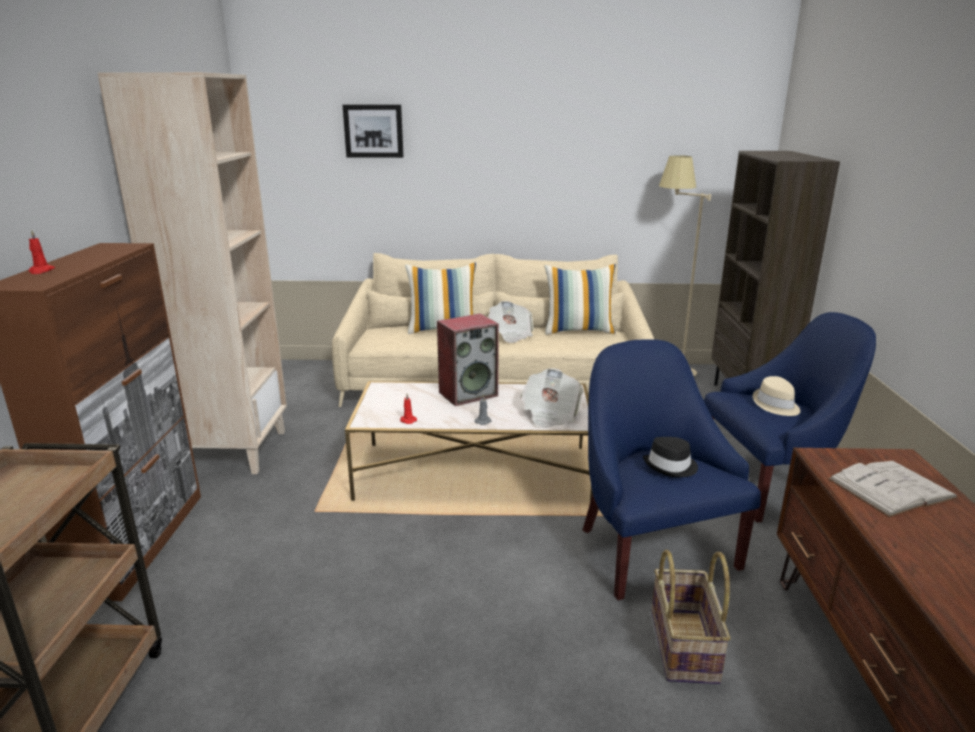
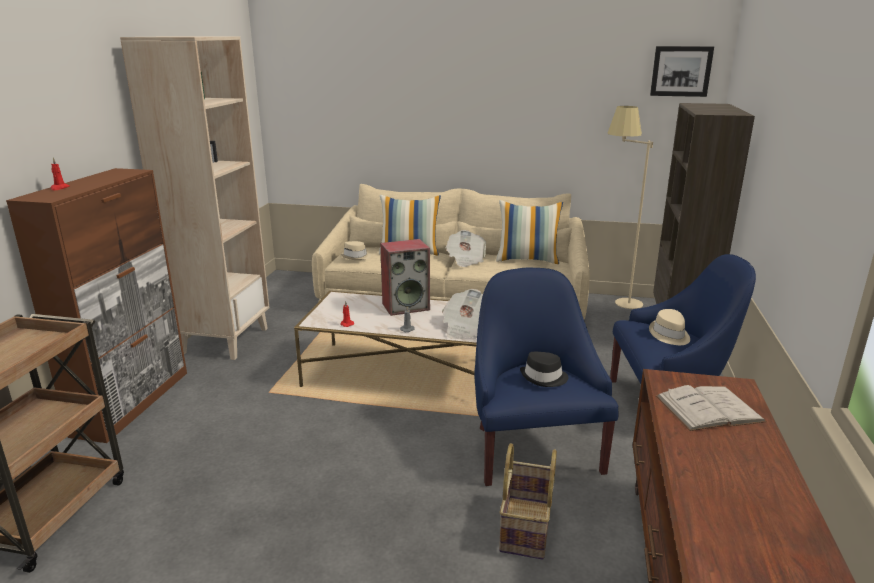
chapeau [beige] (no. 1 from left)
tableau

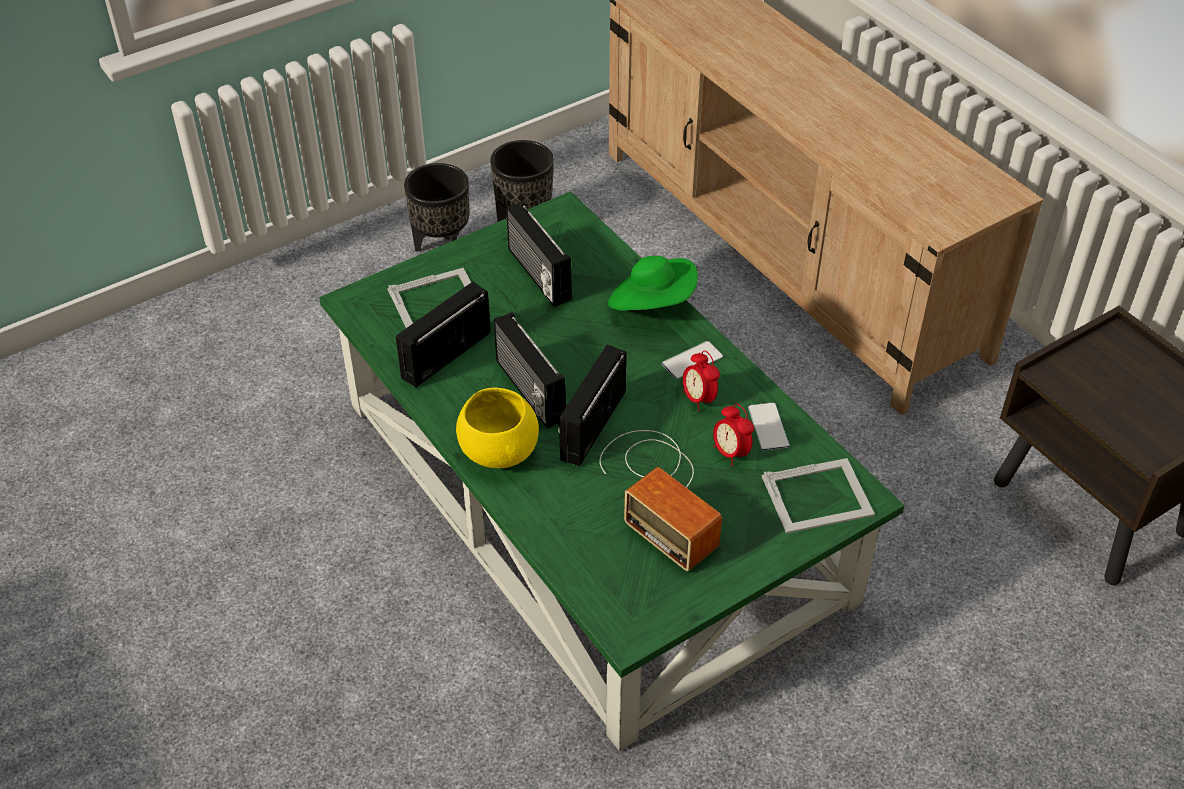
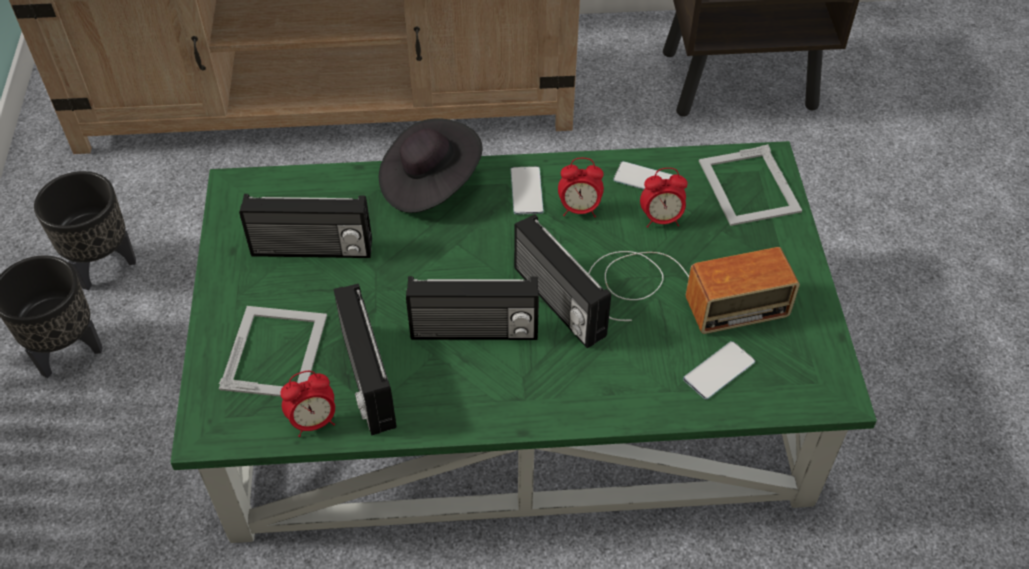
bol [jaune]
réveil (no. 1 from left)
téléphone (no. 3 from left)
chapeau [noir]
cadre photo (no. 2 from left)

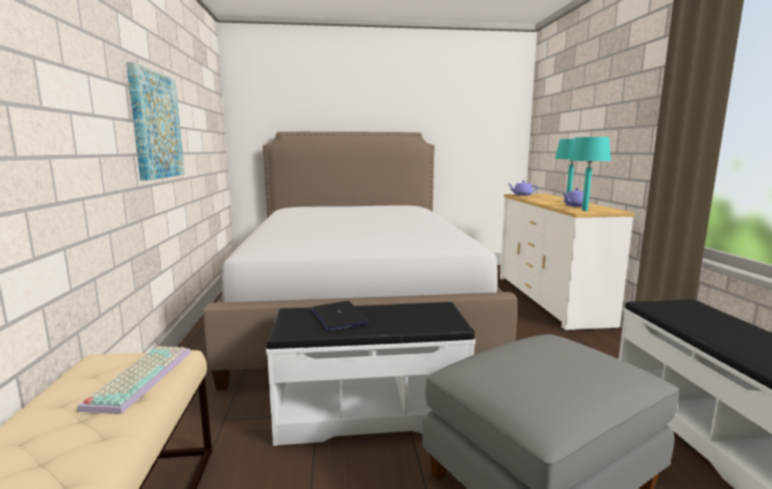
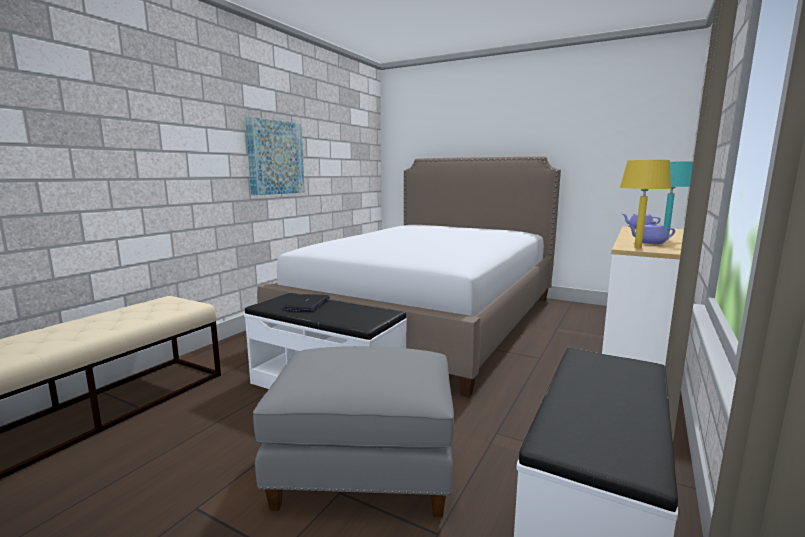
clavier
lampe de table [jaune]

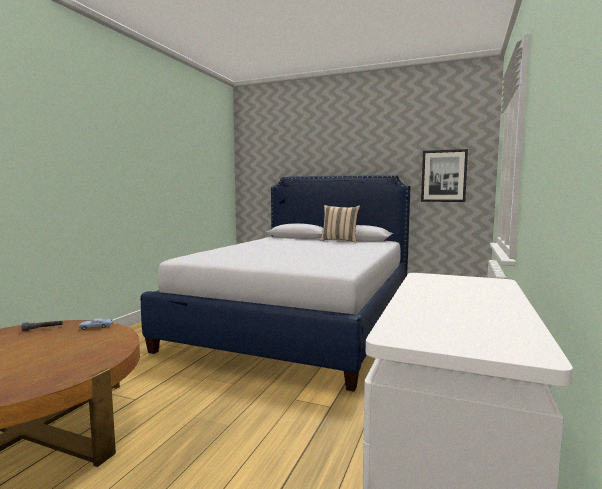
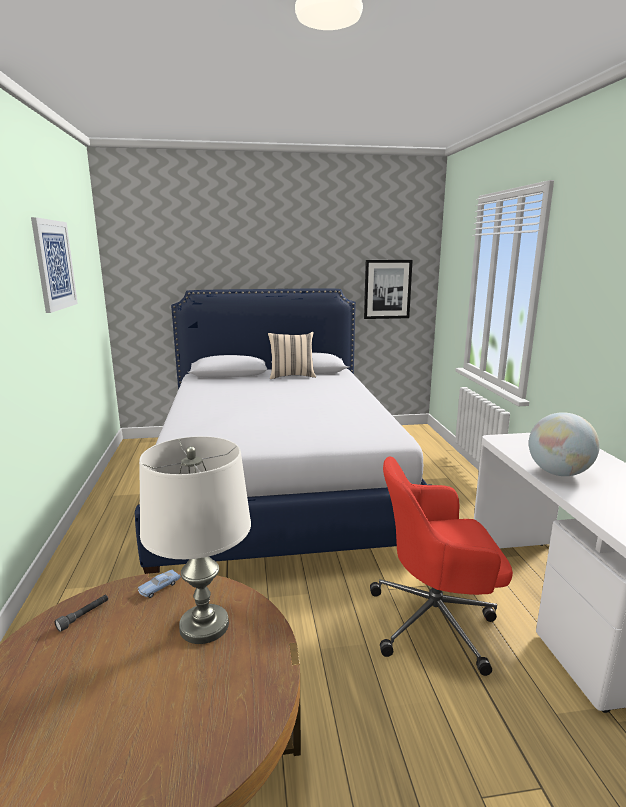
tableau (no. 1 from left)
lampe de table [blanc]
chaise de bureau [rouge]
globe

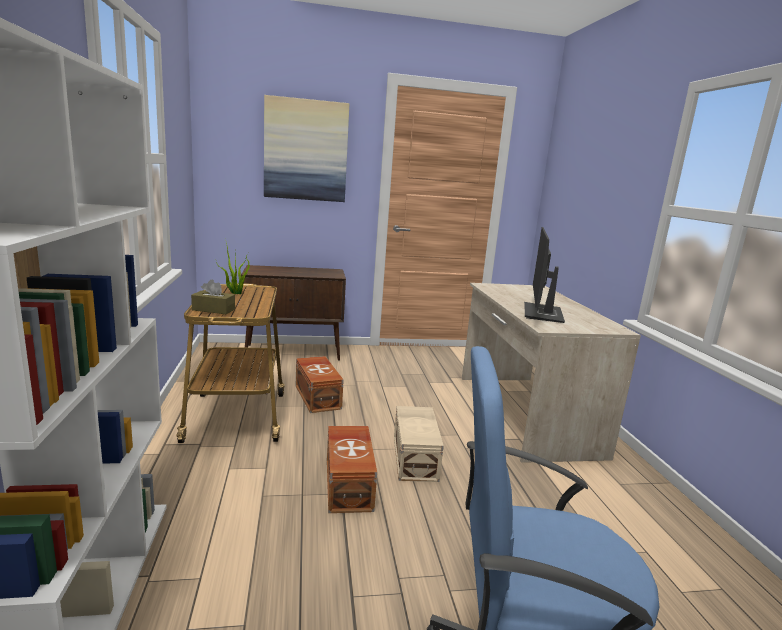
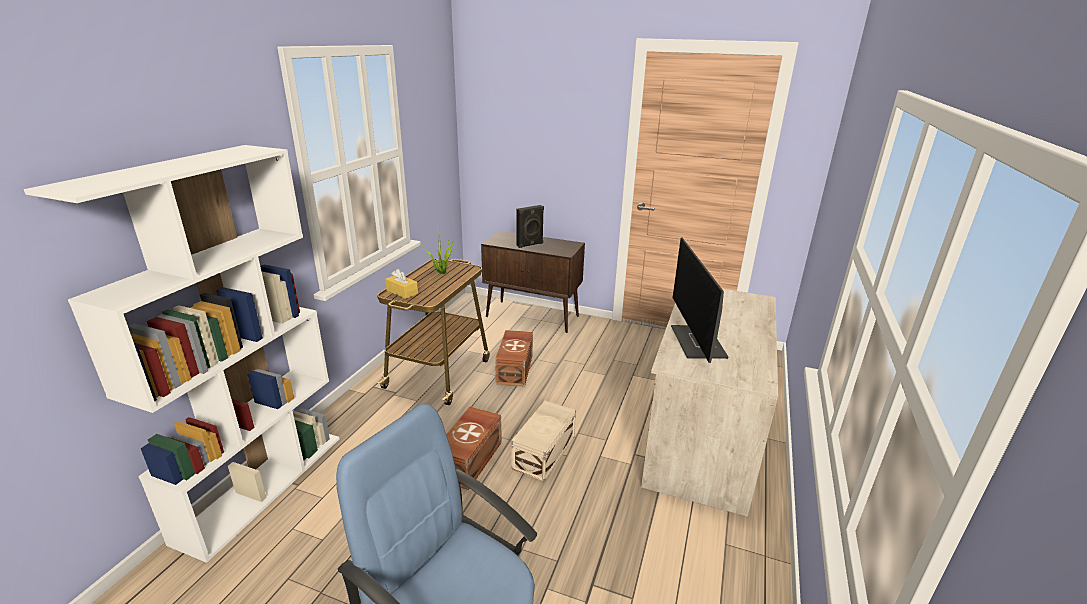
tableau
enceinte [noir]
boîte à mouchoirs [jaune]
écran d'ordinateur

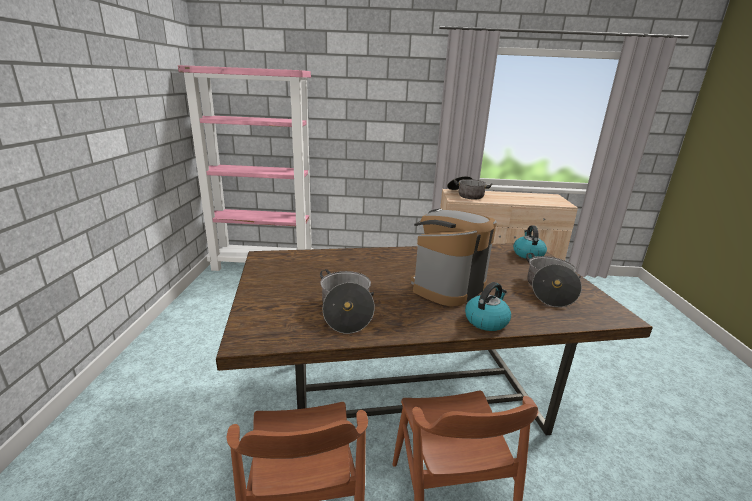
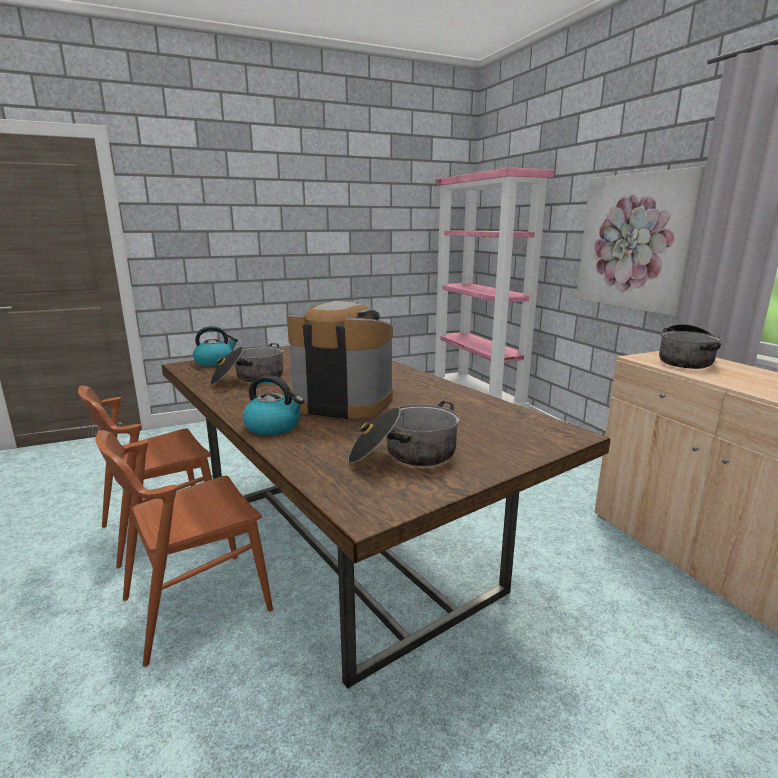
tableau
bouilloire (no. 1 from left)

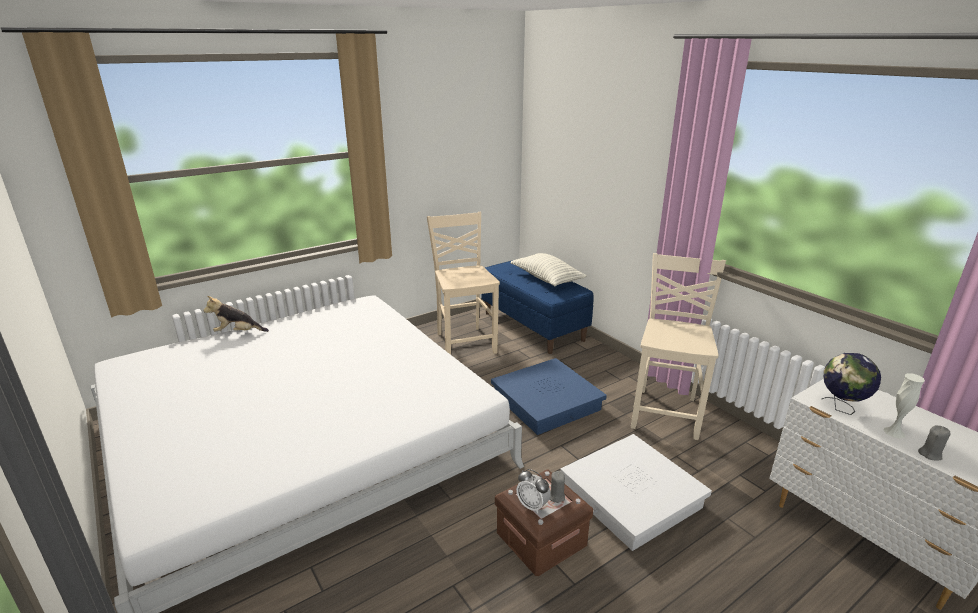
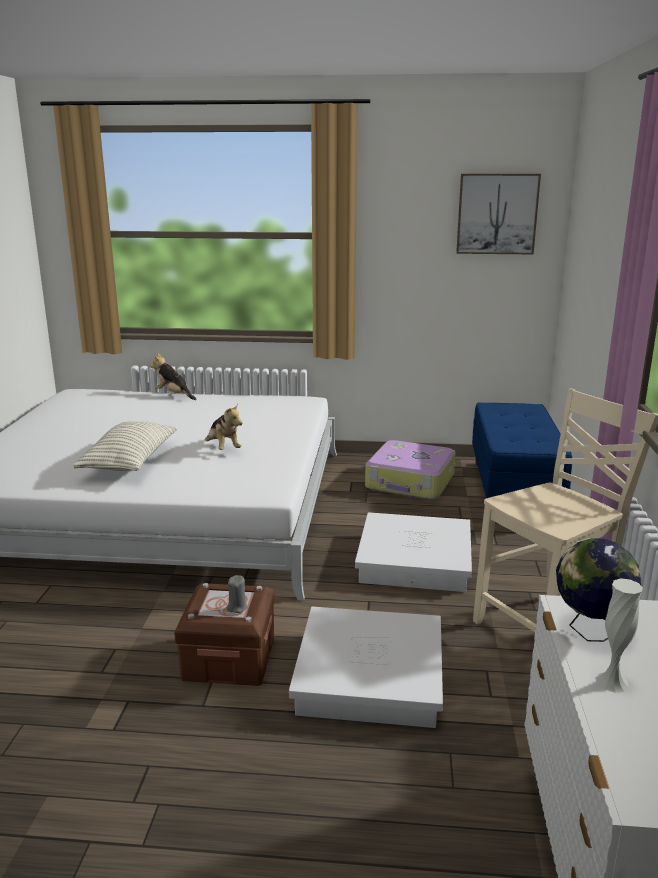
réveil
bougie [gris] (no. 2 from left in the first image)
peluche (no. 2 from left)
tableau
coussin
valise
boîte de rangement [blanc] (no. 2 from left)

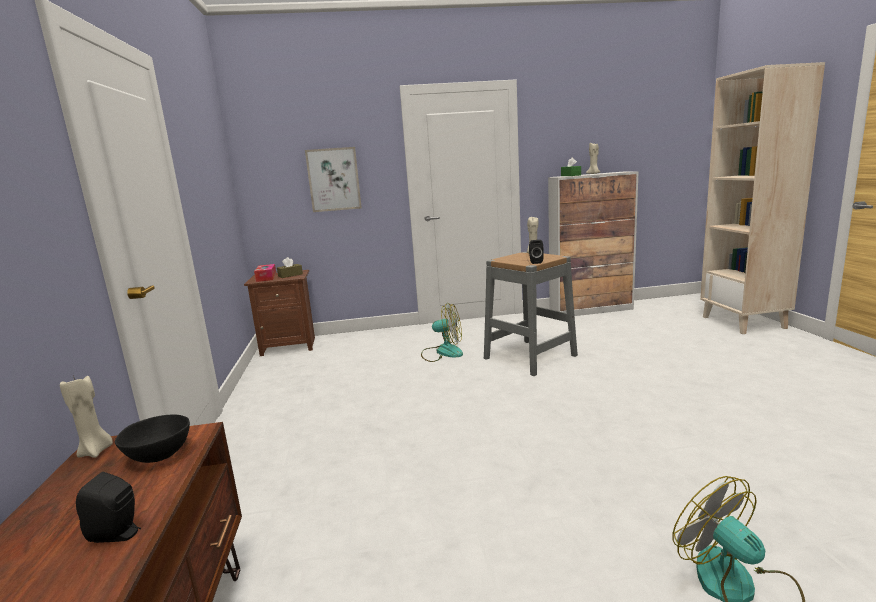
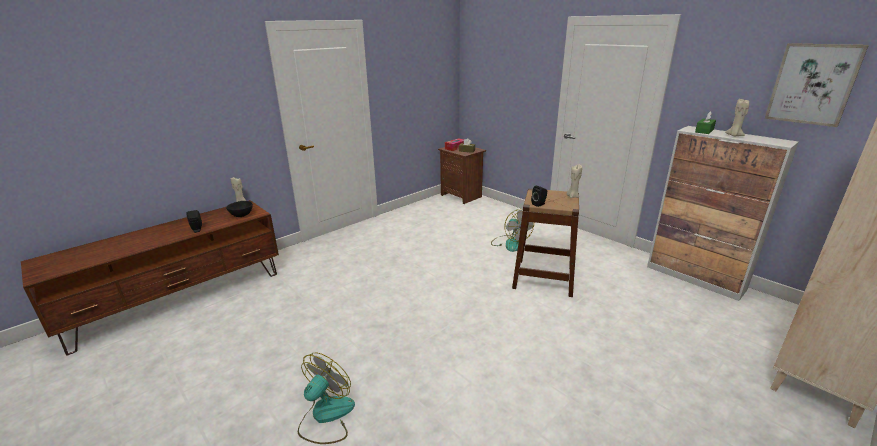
tableau
tabouret [marron]

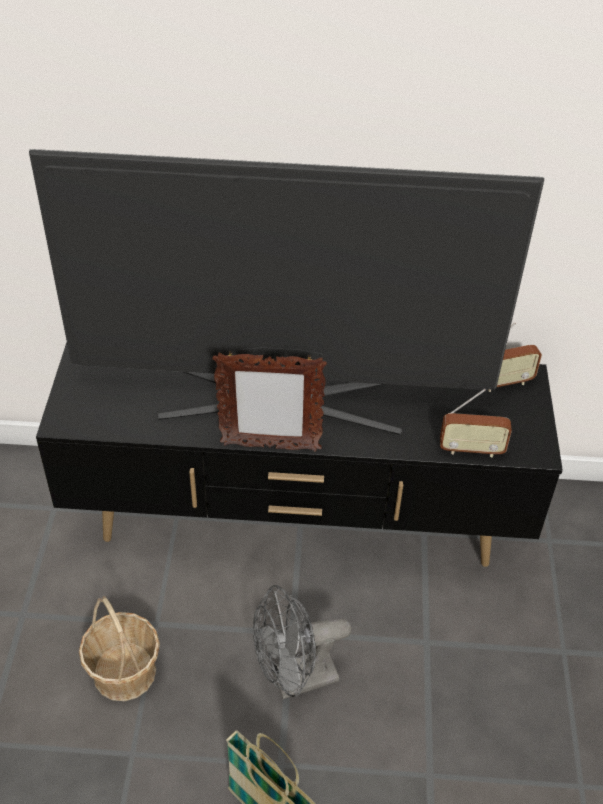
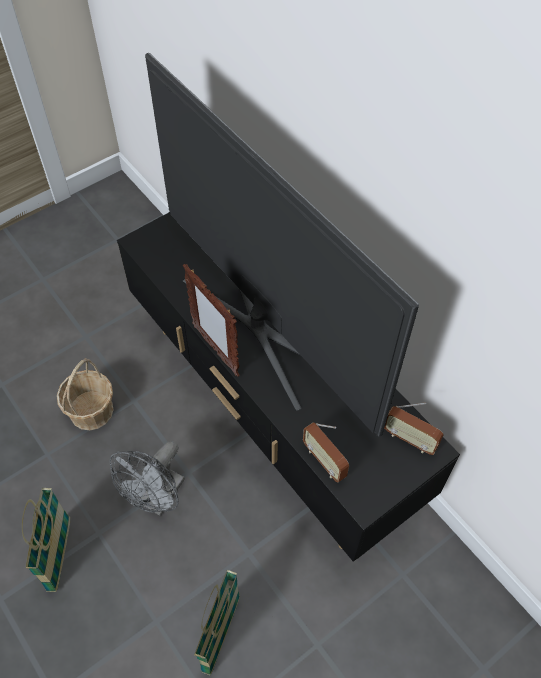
panier (no. 3 from left)
ventilateur [gris]

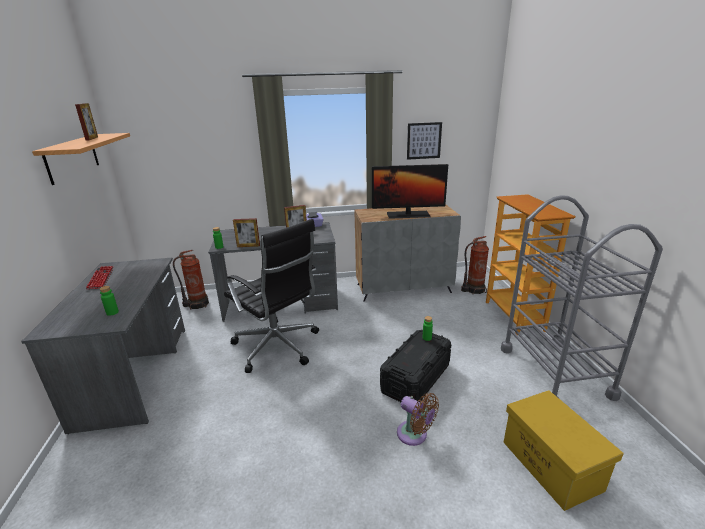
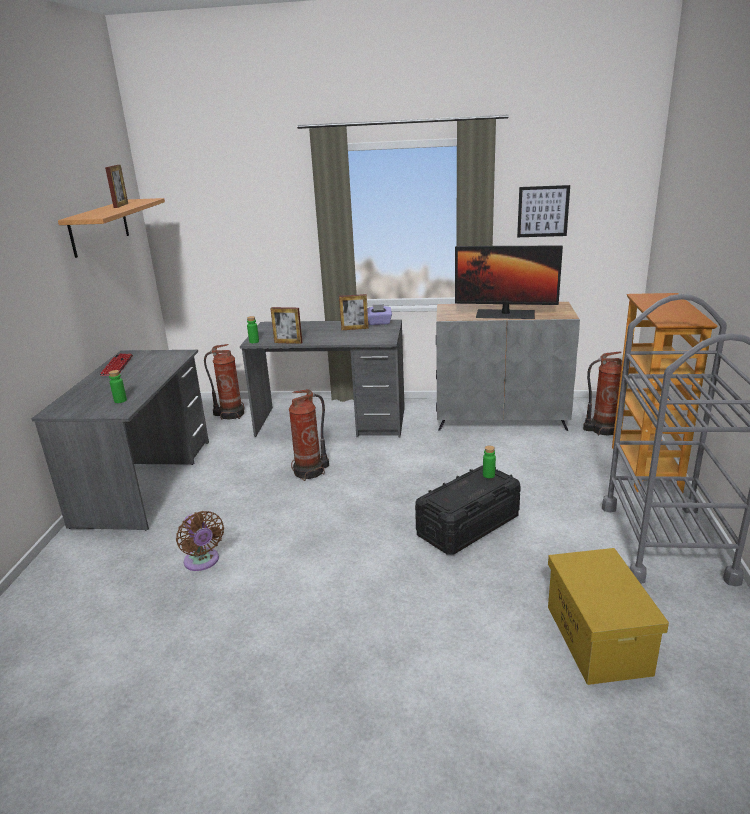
ventilateur [marron]
extincteur (no. 2 from left)

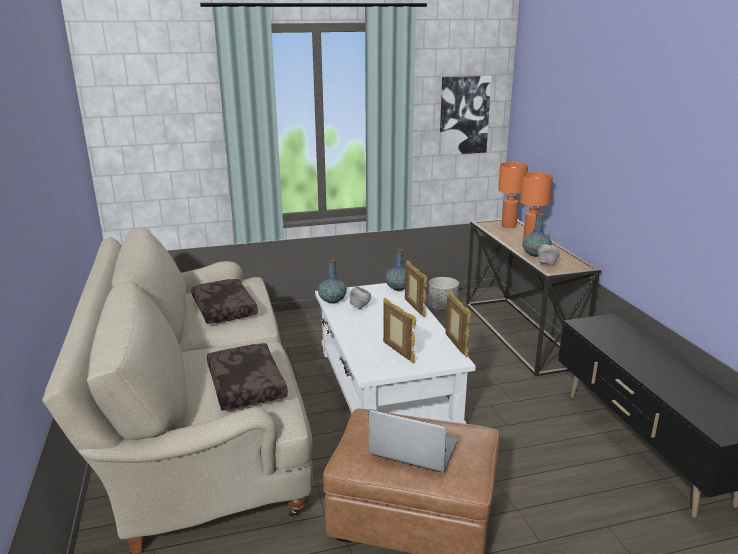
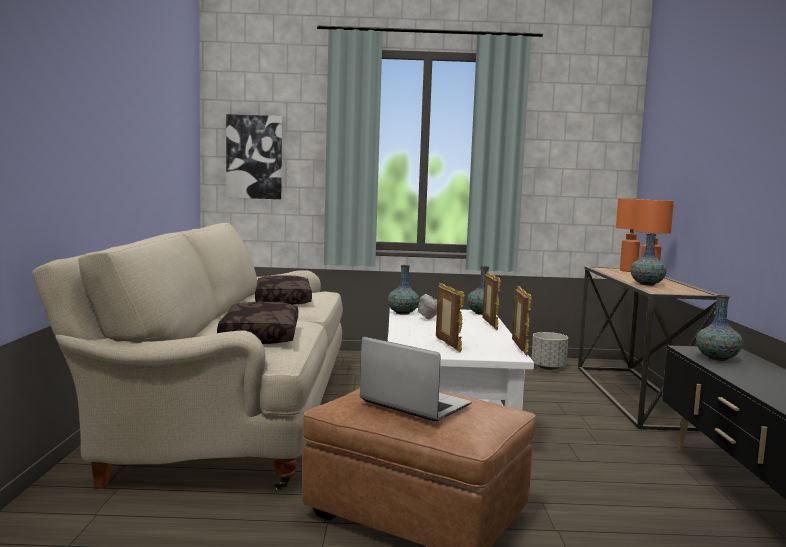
bol [gris] (no. 2 from left in the first image)
vase (no. 4 from left)
tableau

